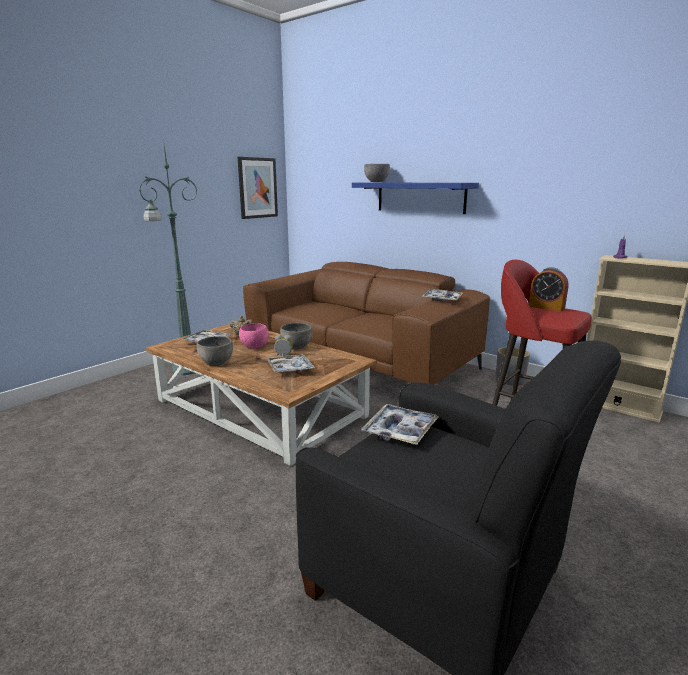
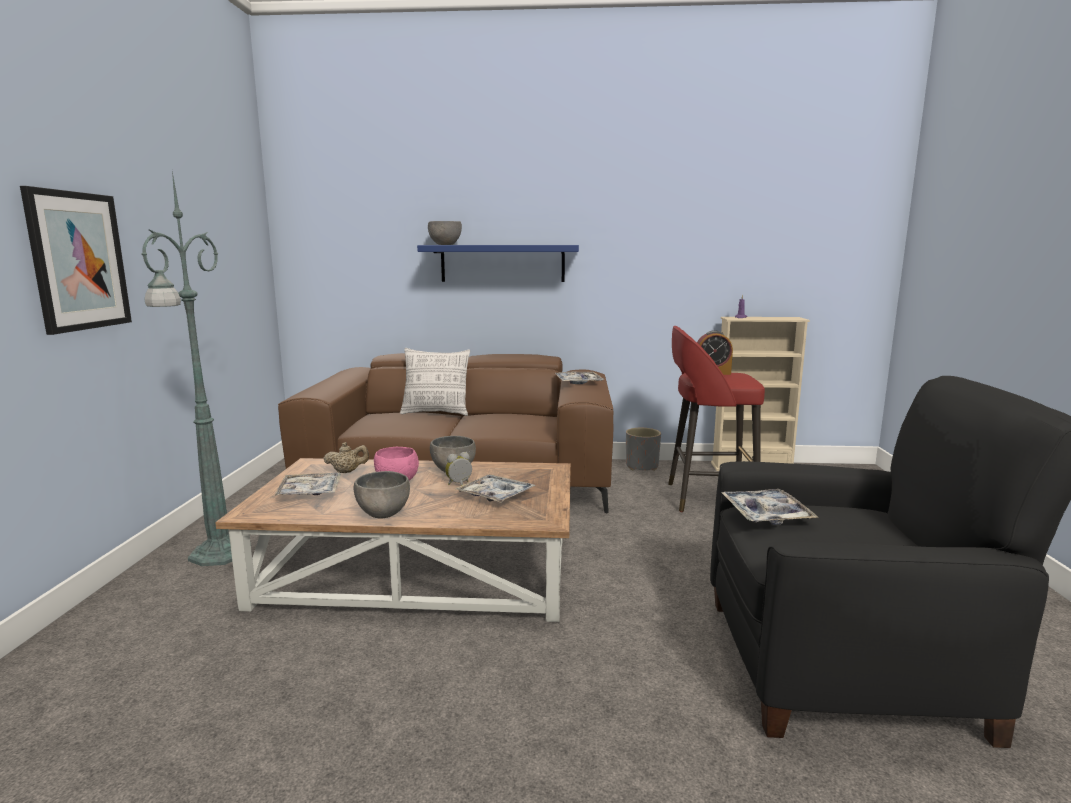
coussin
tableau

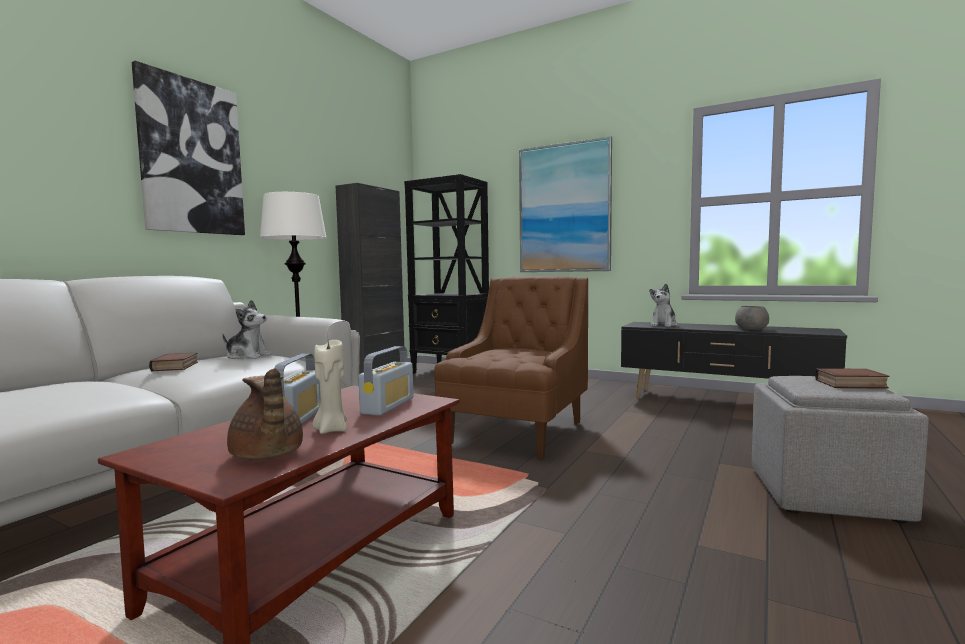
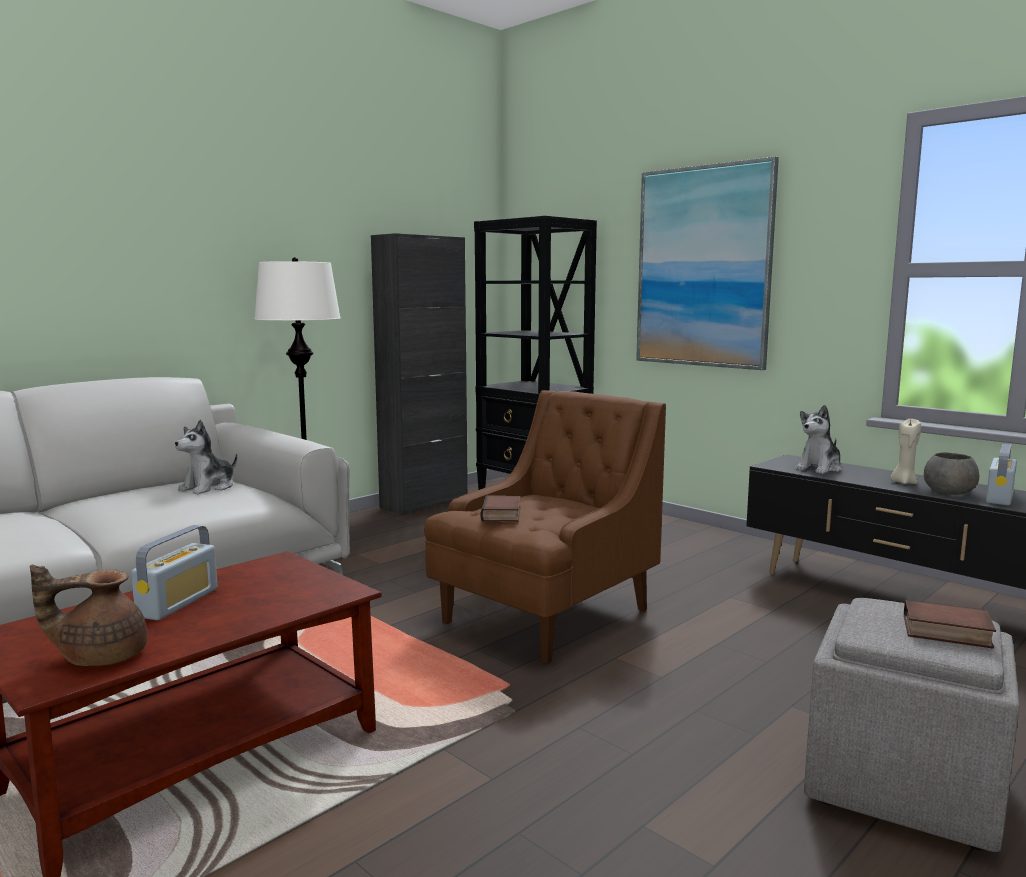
tableau (no. 1 from left in the first image)
livre (no. 1 from left)
bougie [beige]
radio (no. 2 from left)
peluche (no. 1 from left)
théière [marron]

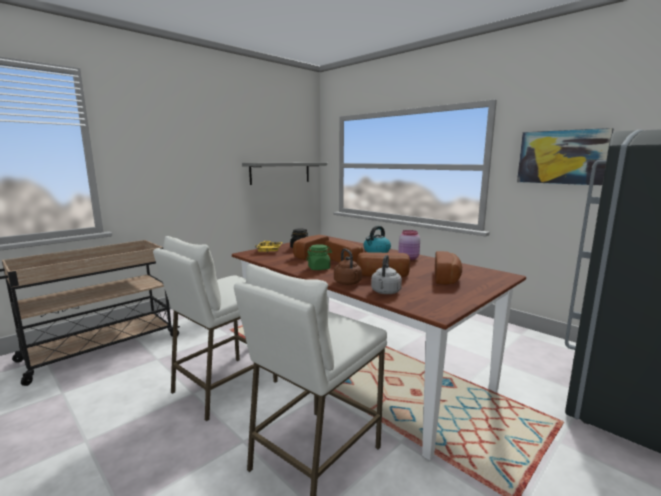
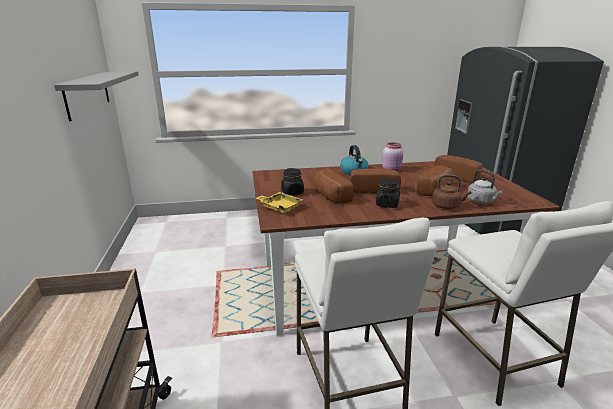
tableau
bocal [noir] (no. 2 from left)

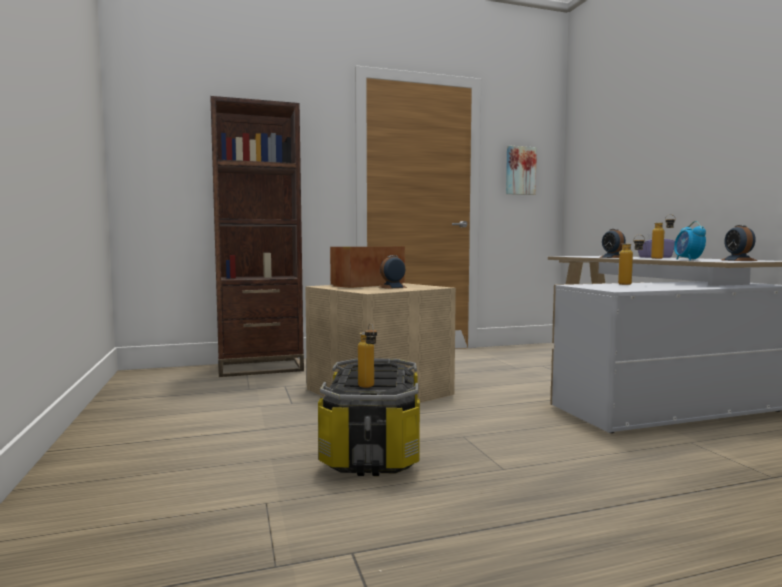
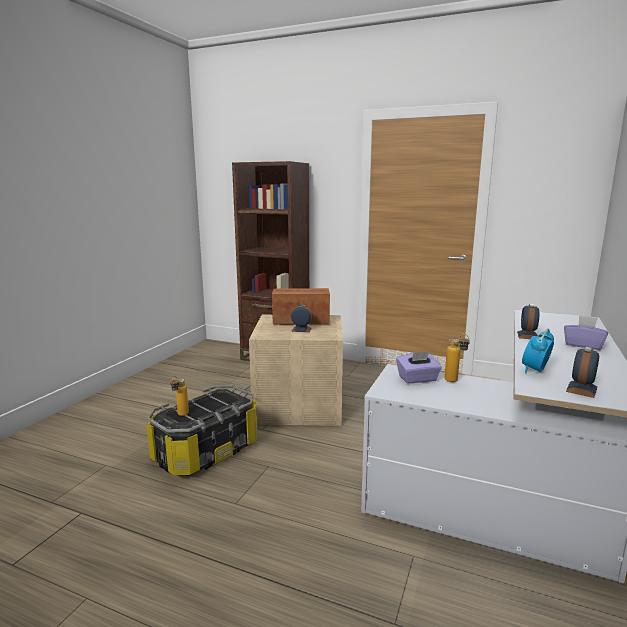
tableau
bouteille (no. 3 from left in the first image)
boîte à mouchoirs [violet] (no. 1 from left)

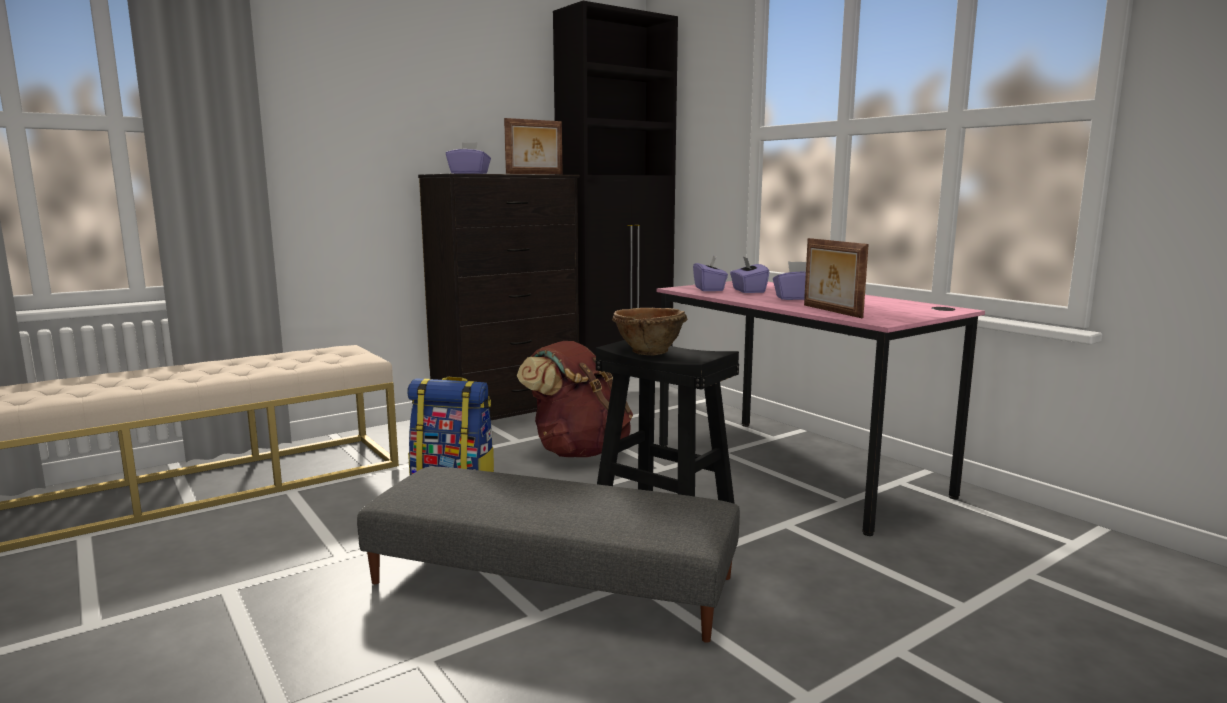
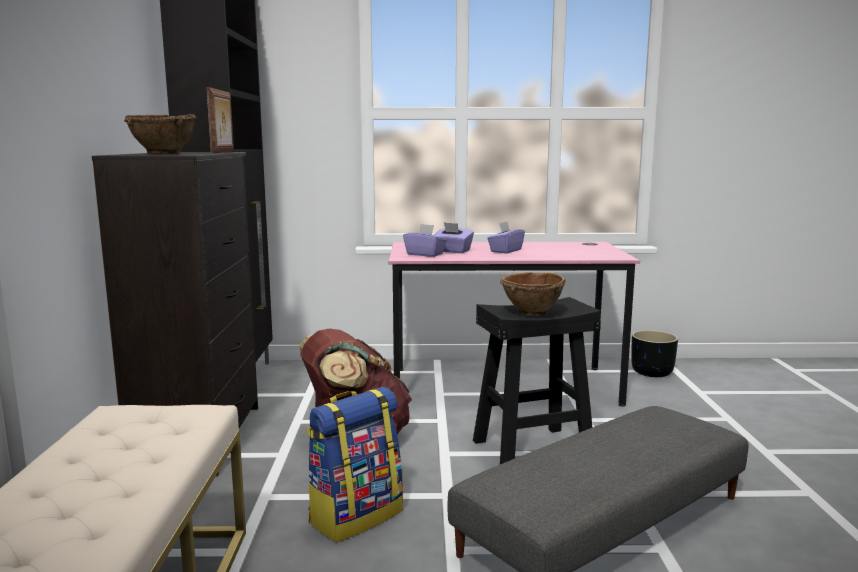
cadre photo (no. 2 from left in the first image)
cache-pot [noir]
bol [marron] (no. 1 from left)

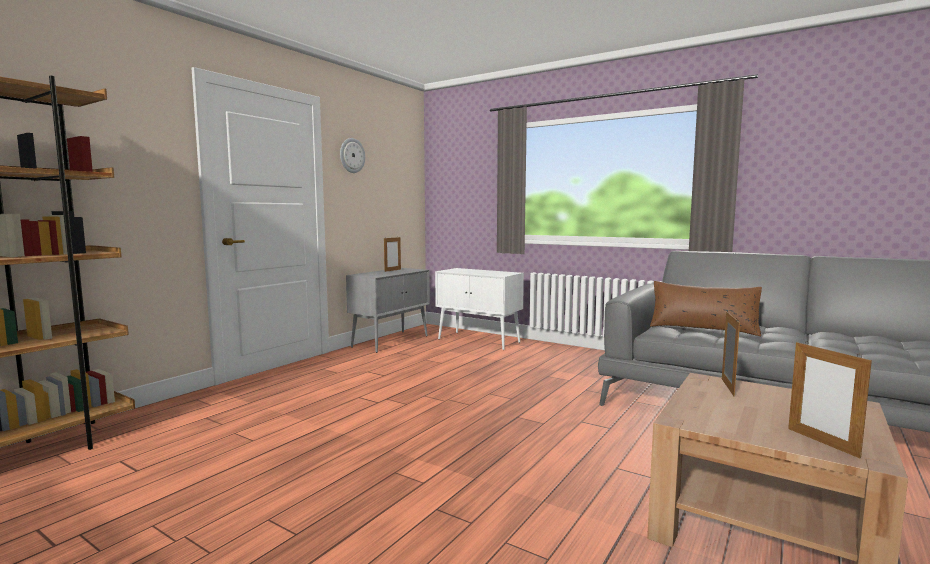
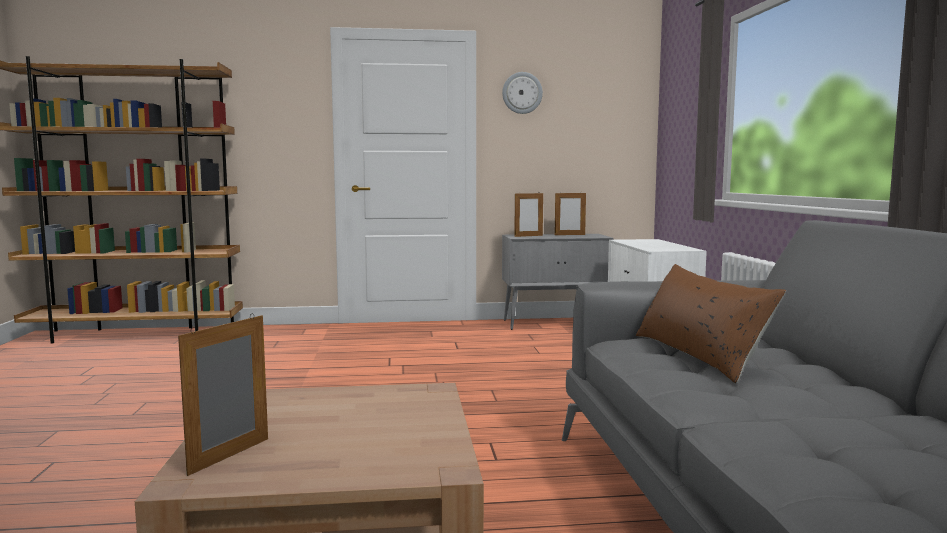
cadre photo (no. 2 from left)

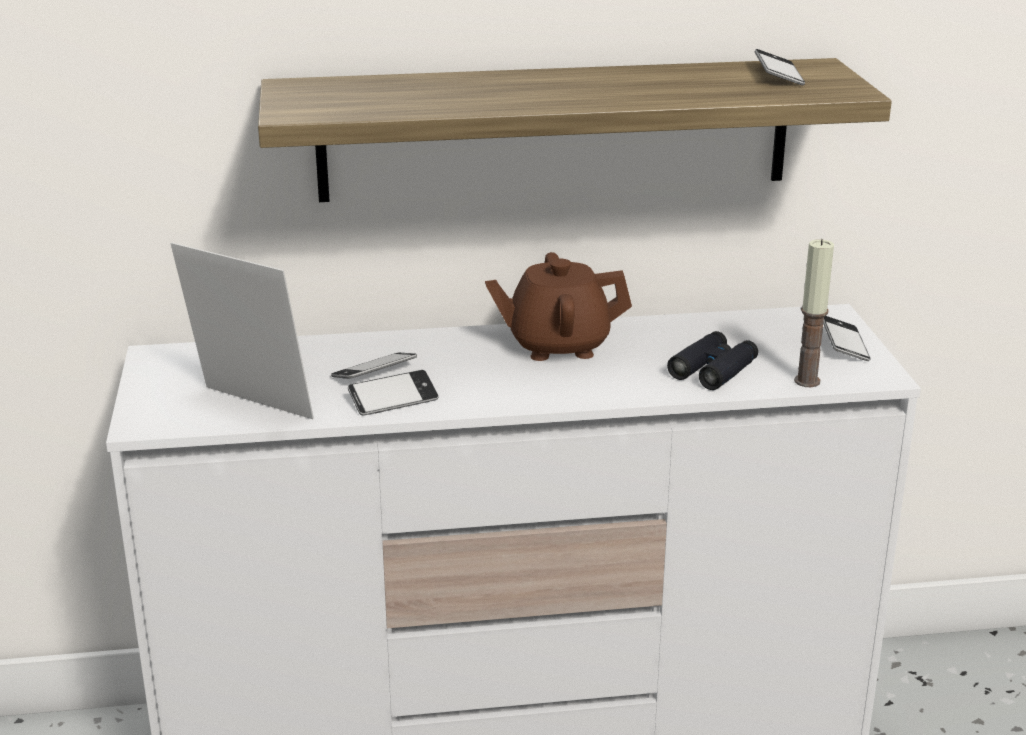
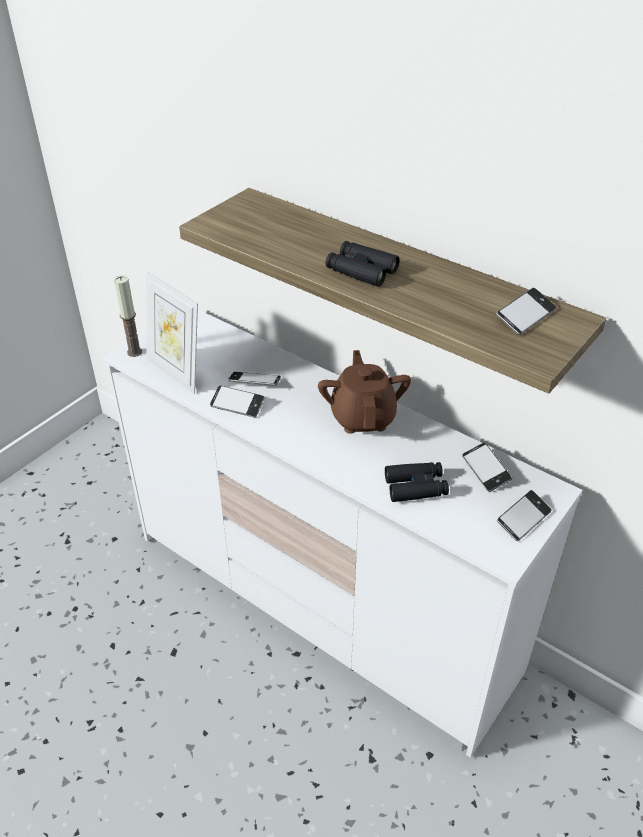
jumelles [noir] (no. 1 from left)
téléphone (no. 3 from left)
bougie
cadre photo
théière [marron]

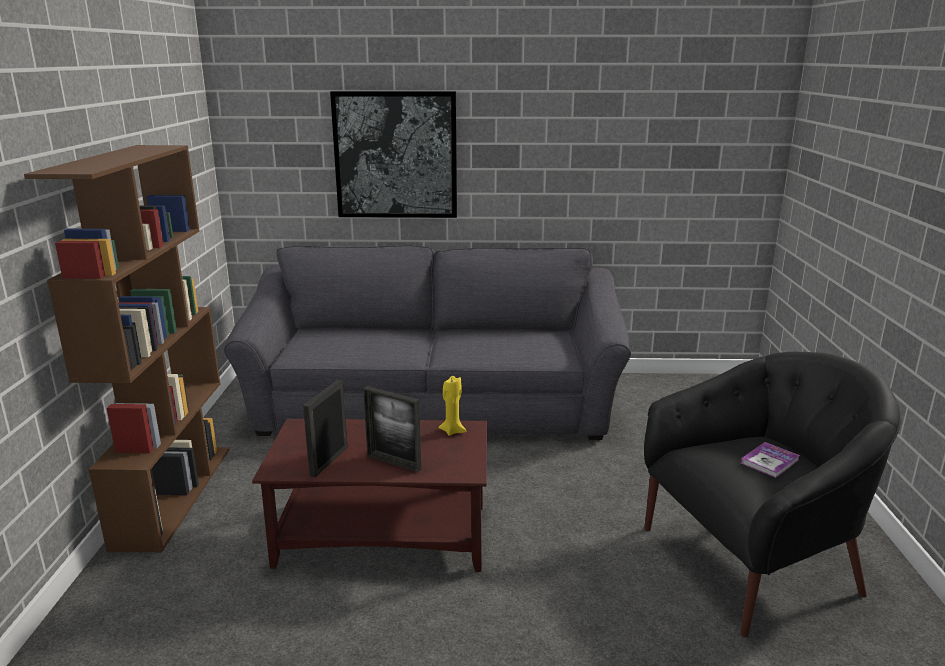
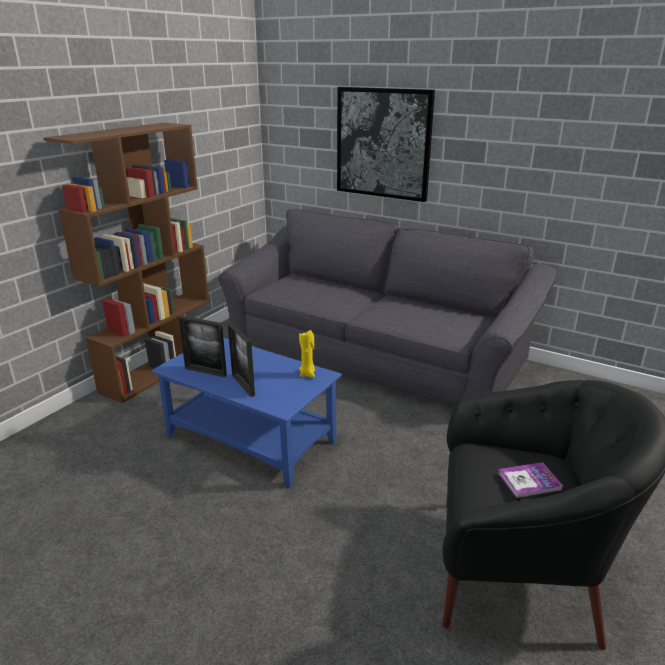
table basse [bleu]
cadre photo (no. 1 from left)

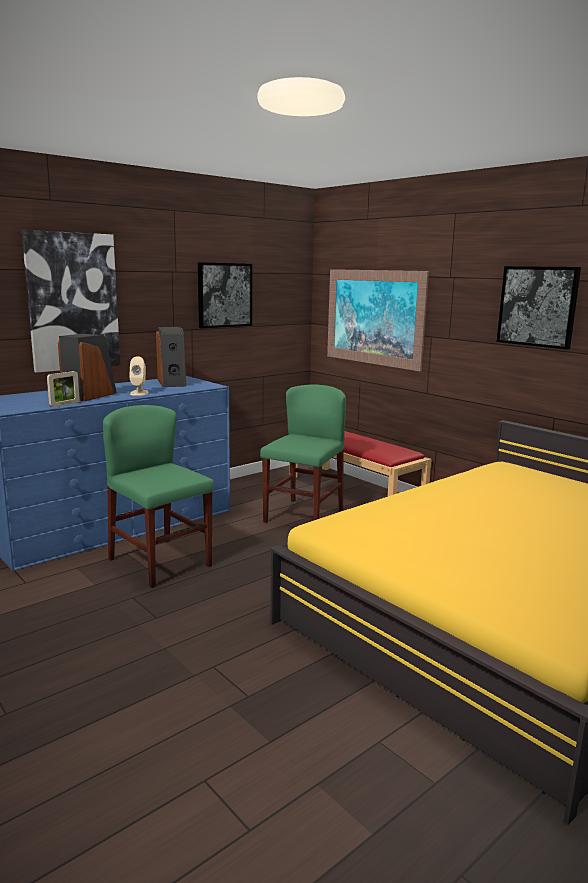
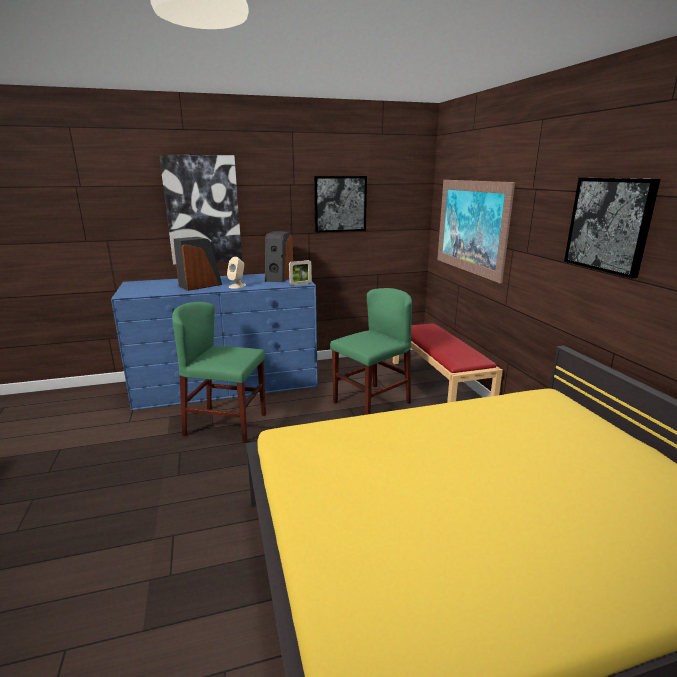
cadre photo
chaise [vert] (no. 1 from left)

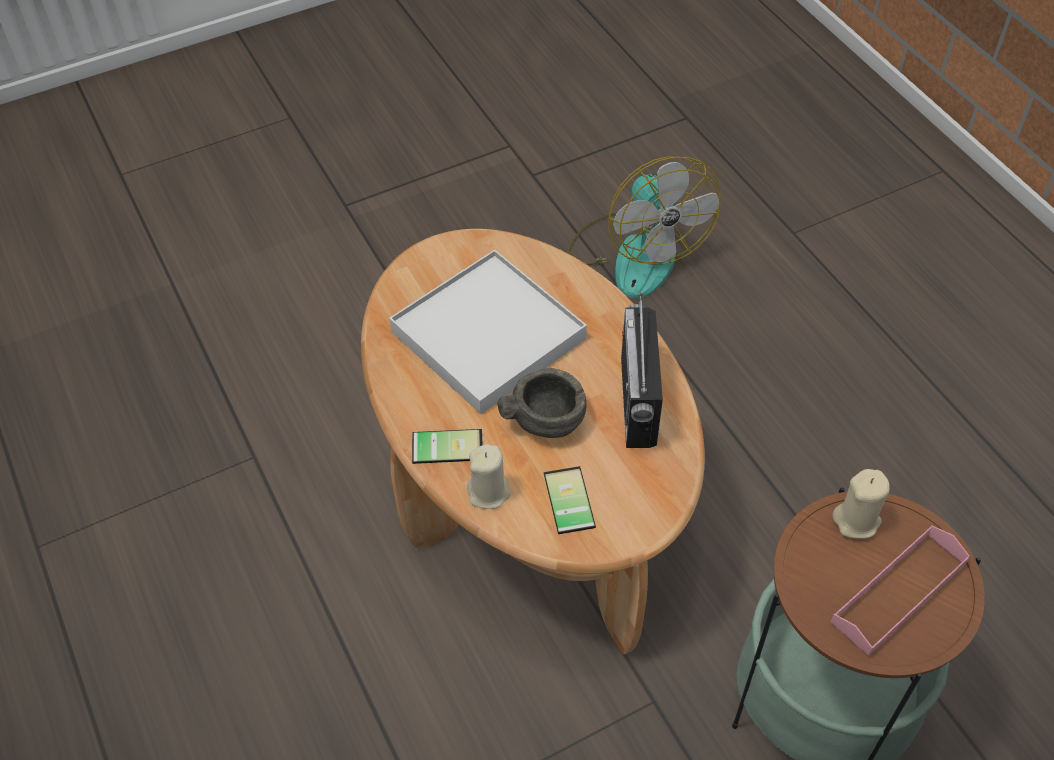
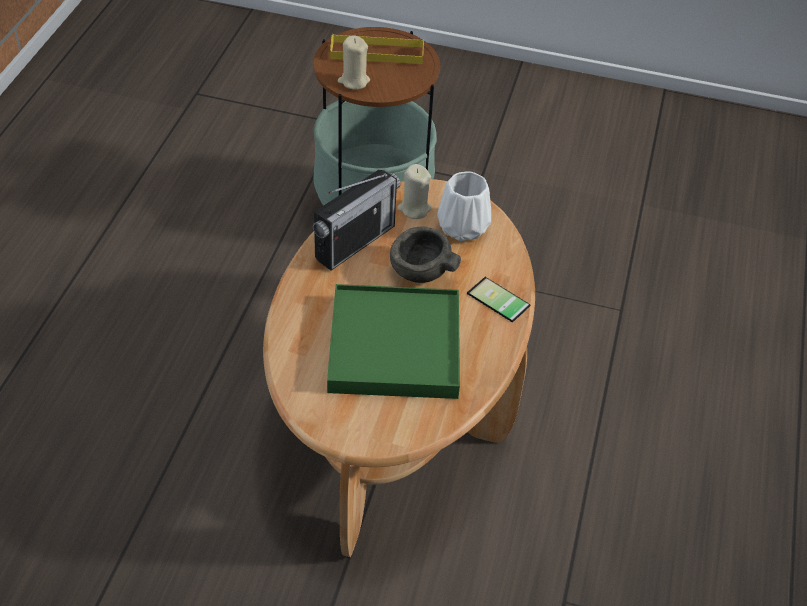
ventilateur
bougie [beige] (no. 2 from left)
vase [blanc]
plateau [vert]
plateau [jaune]

